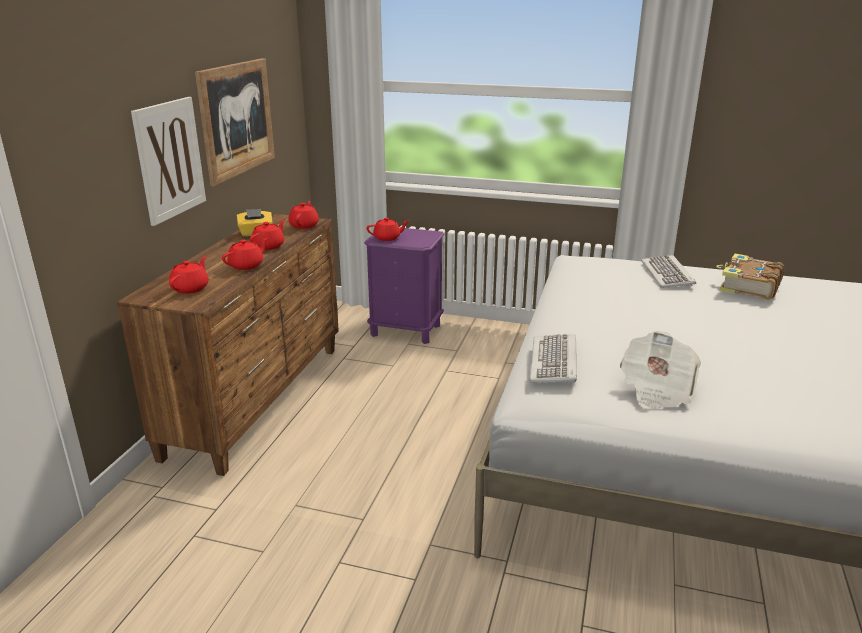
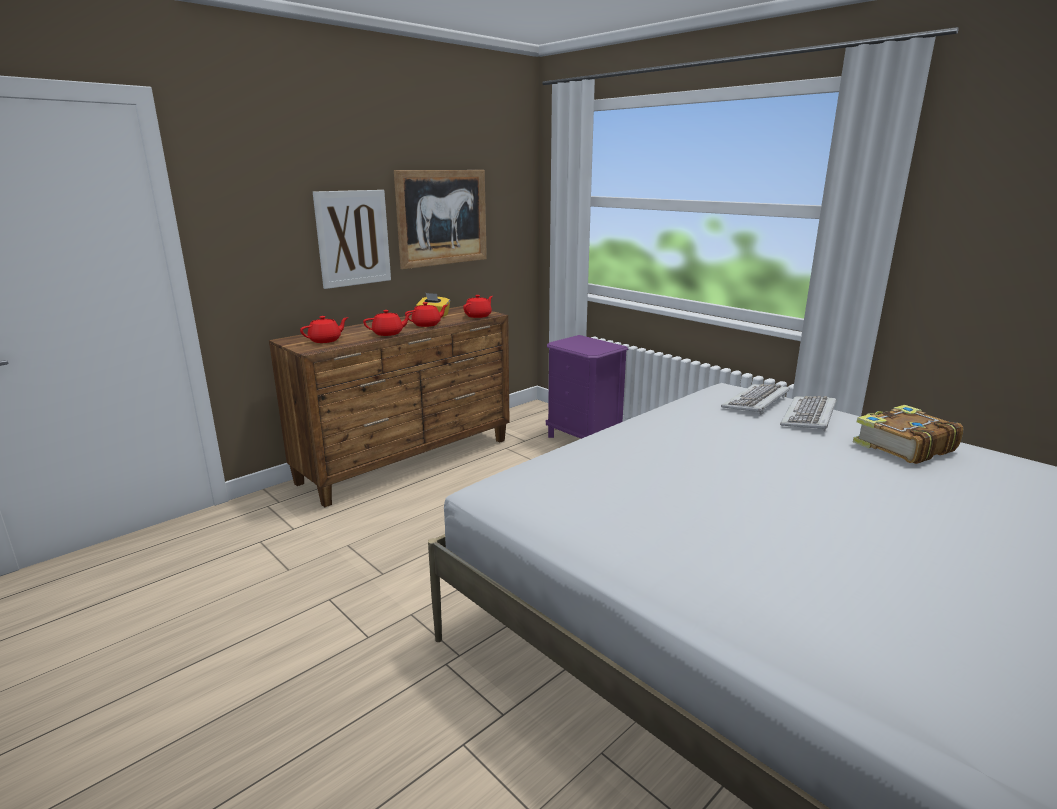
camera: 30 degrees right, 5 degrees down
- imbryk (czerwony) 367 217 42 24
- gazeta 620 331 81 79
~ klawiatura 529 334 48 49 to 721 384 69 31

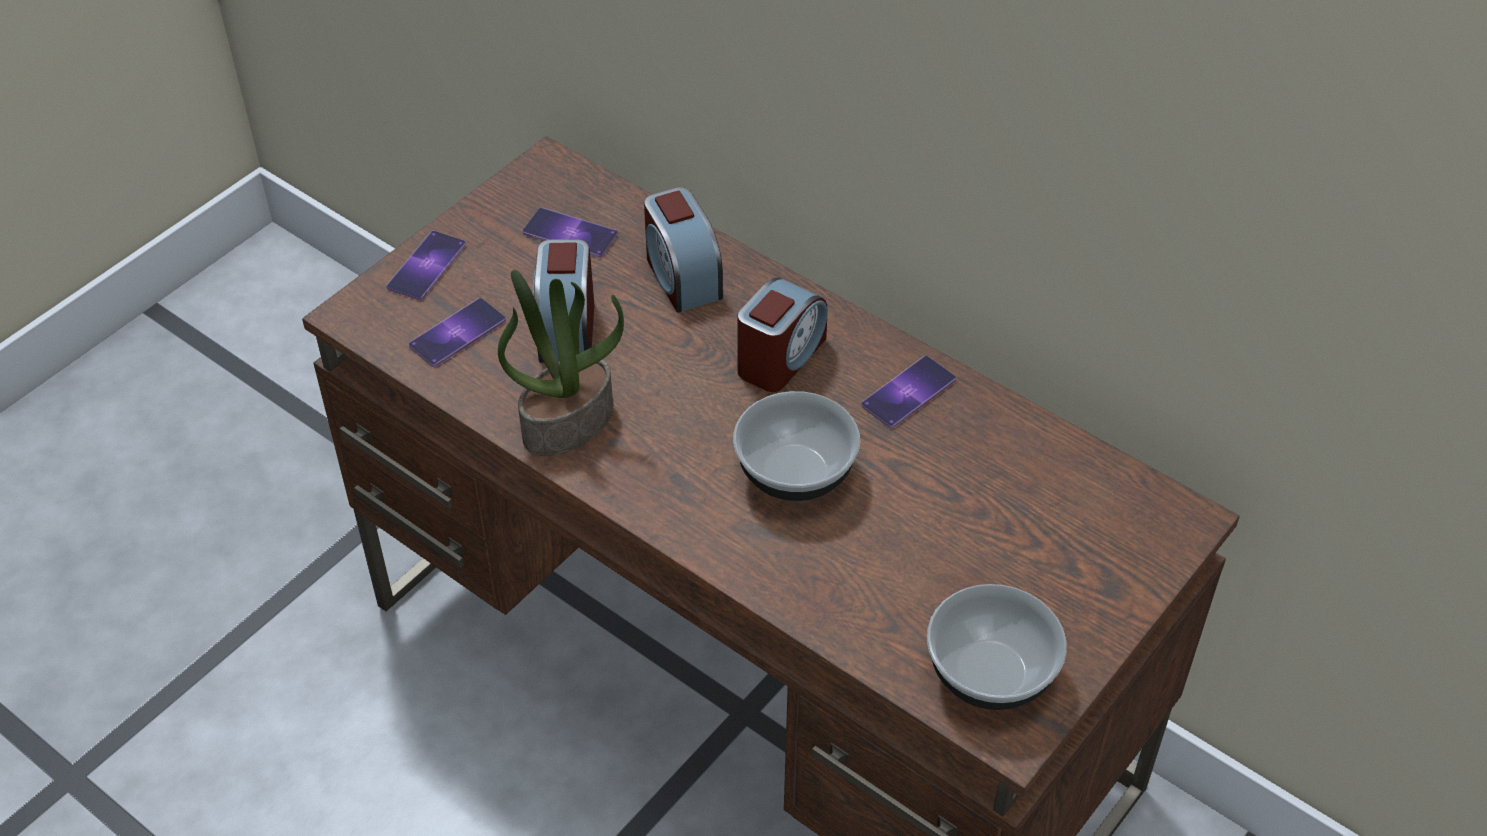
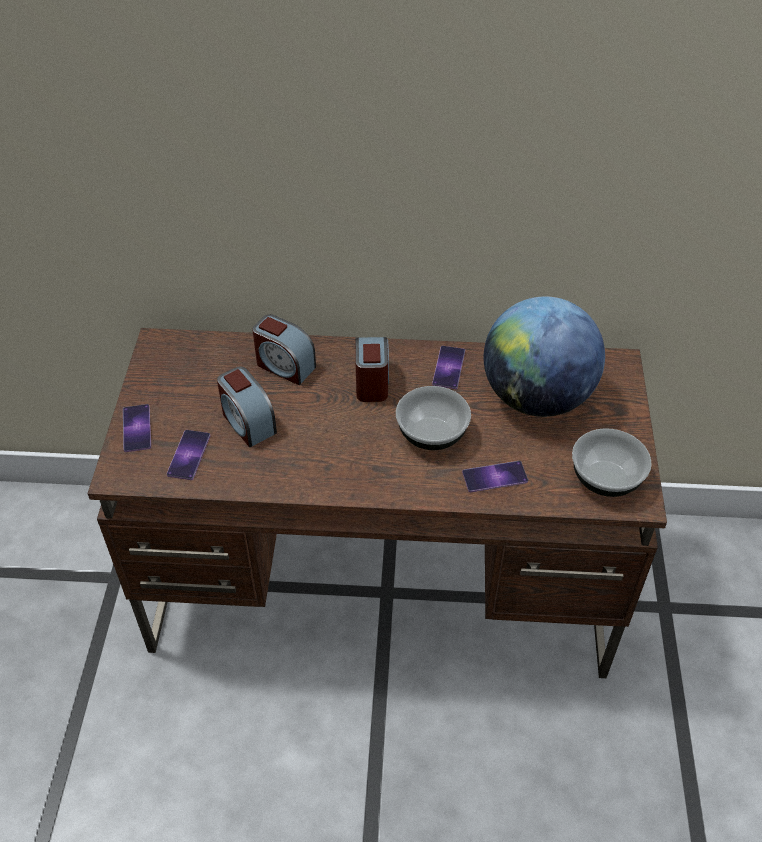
camera: 35 degrees left, 0 degrees up
~ telefon 523 208 95 50 to 462 461 66 31
- roślina doniczkowa 498 270 126 186
+ globus 484 296 121 121

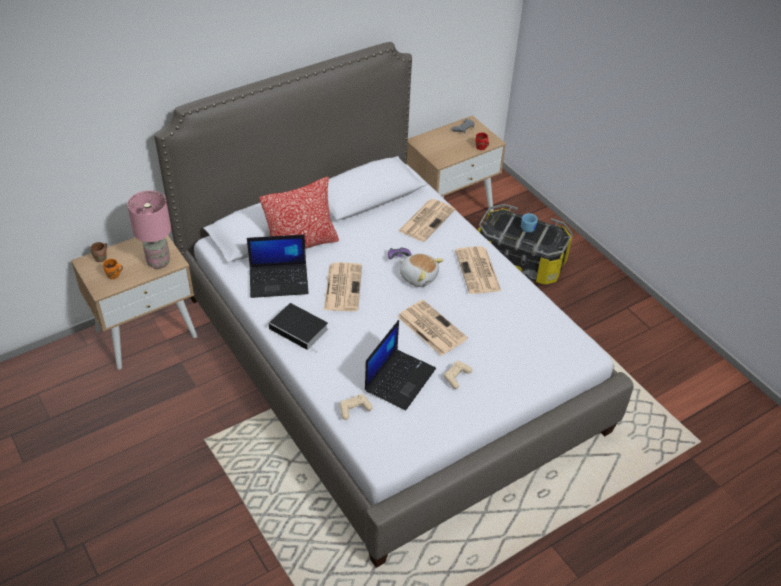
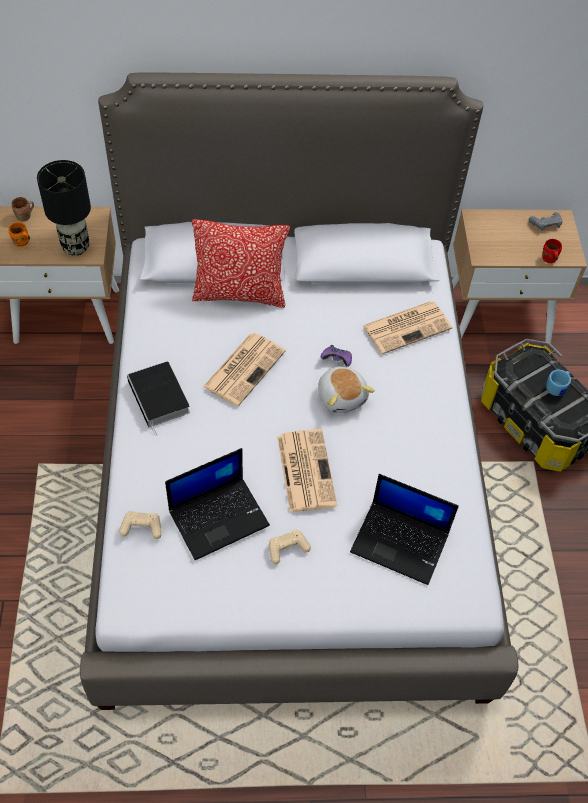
camera: 30 degrees right, 10 degrees up
~ lampa stołowa (różowy) 127 190 44 79 to lampa stołowa (czarny) 37 160 54 96
~ laptop 247 235 62 63 to 350 474 109 111
- gazeta 455 246 46 48

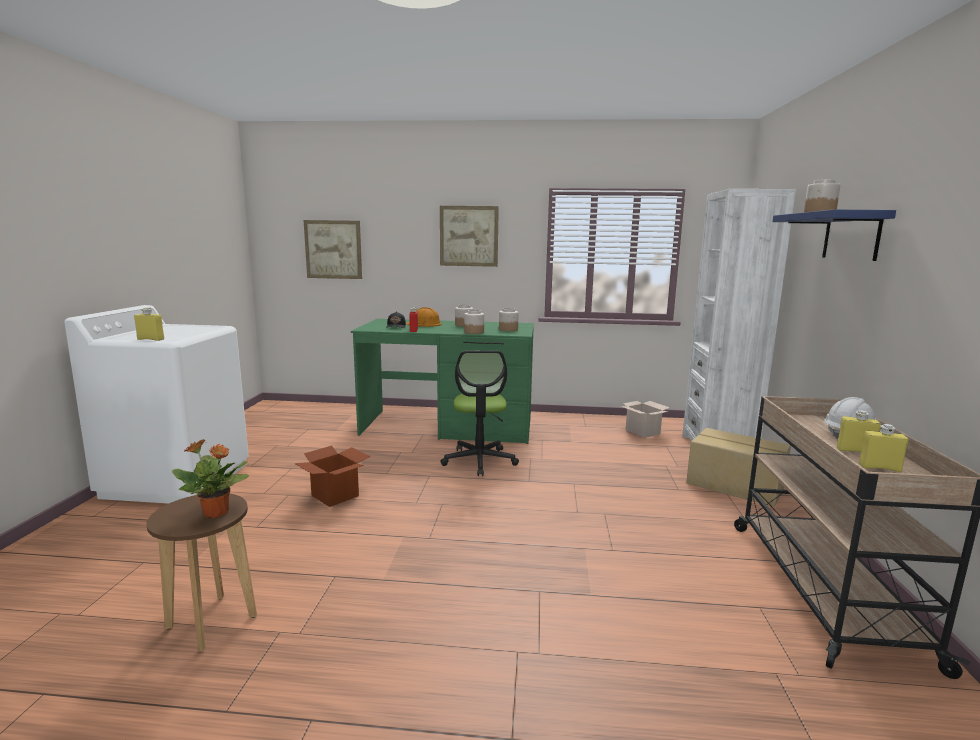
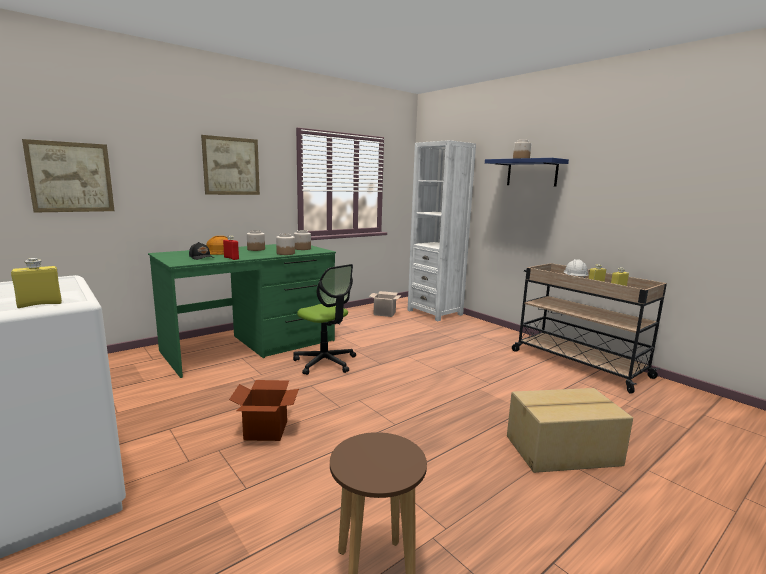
camera: 45 degrees left, 0 degrees up
~ karton 686 428 105 79 to 507 388 126 85
- roślina doniczkowa 172 439 77 79

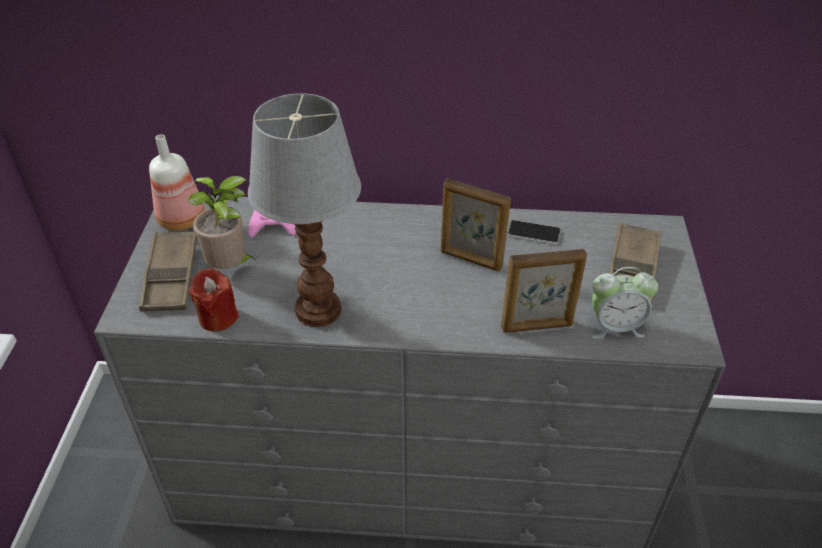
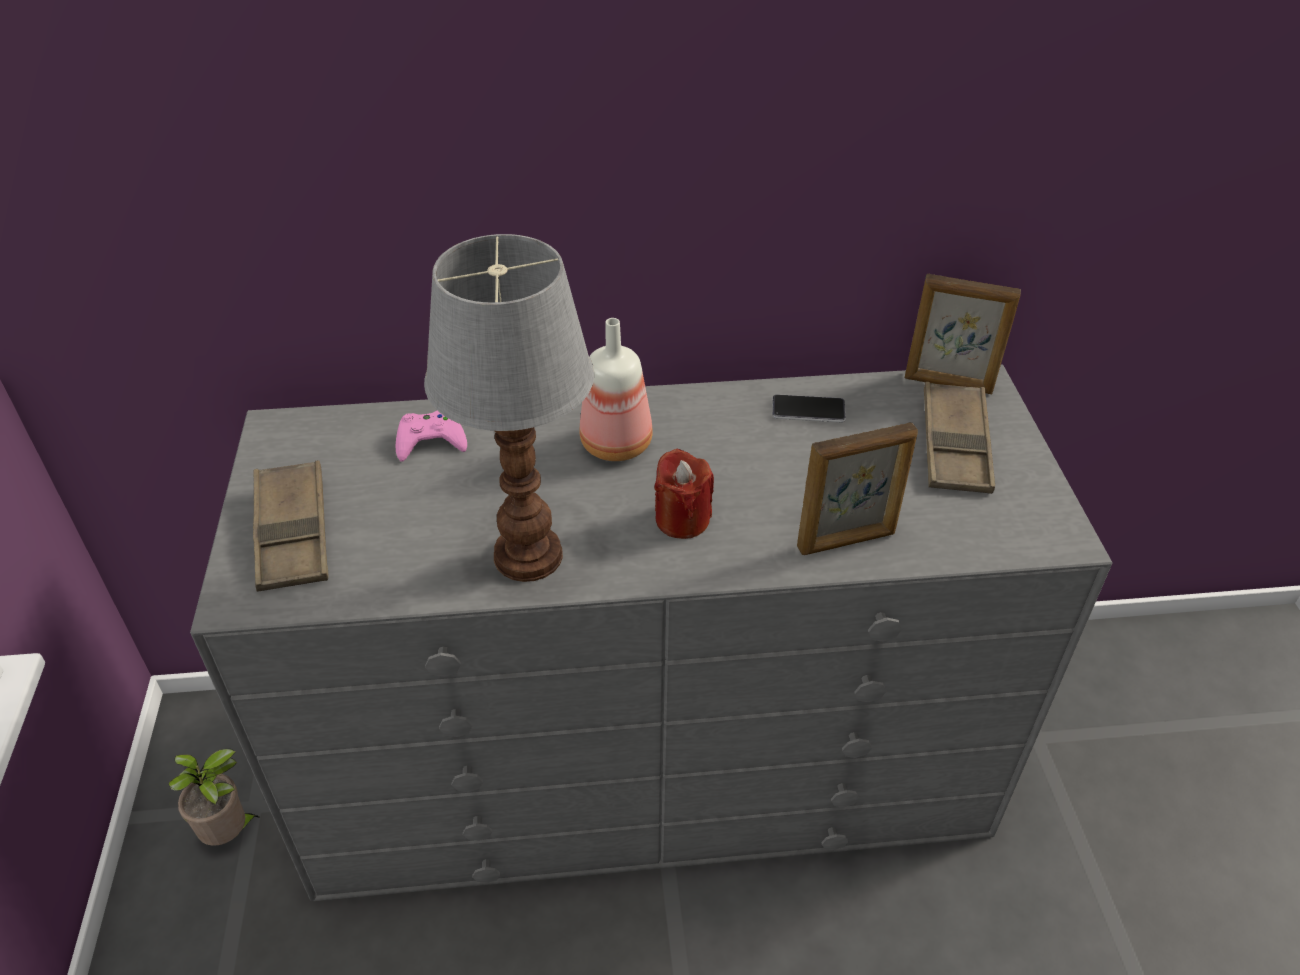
camera: 10 degrees left, 0 degrees up
~ butelka 149 134 56 97 to 580 318 73 143
~ roślina doniczkowa 188 176 69 93 to 169 749 92 97
~ ramka na zdjęcie 441 178 70 94 to 905 274 116 120
- budzik 592 267 66 72
~ świeca (czerwony) 189 268 50 64 to 654 449 60 90

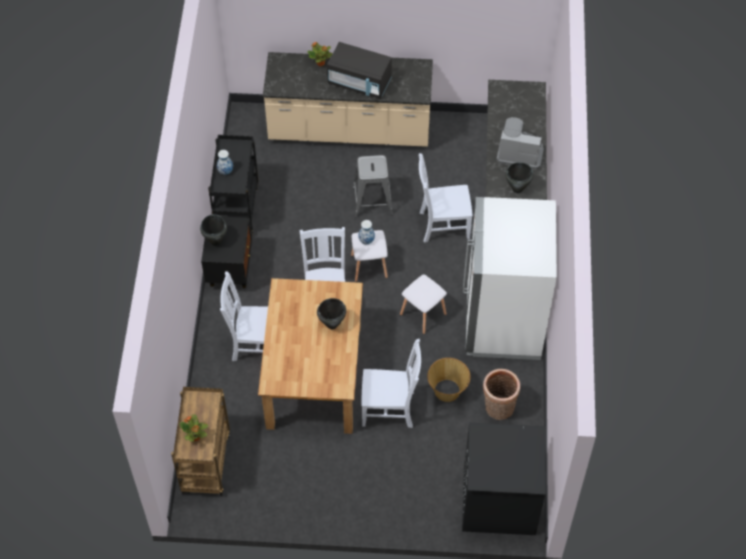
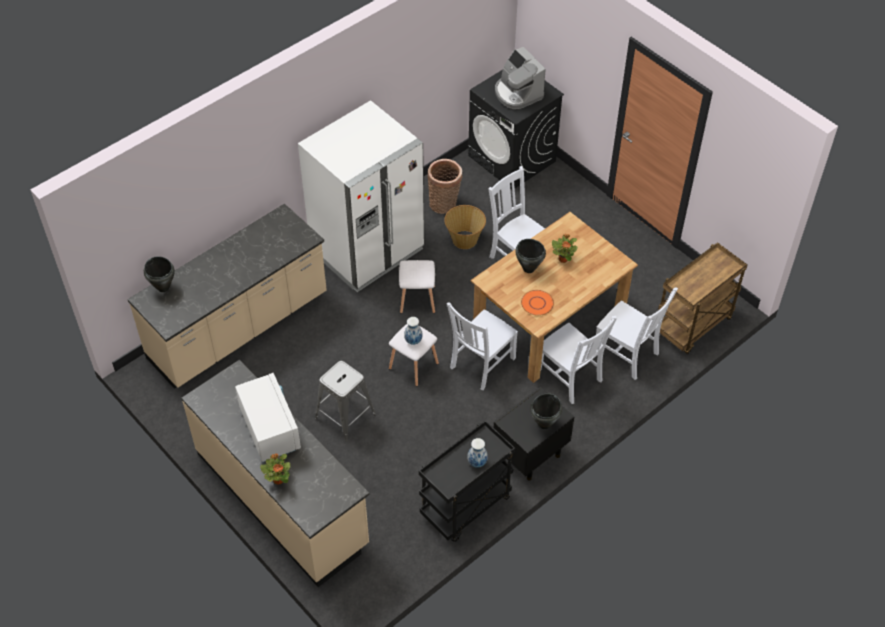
camera: 135 degrees left, 5 degrees down
~ mikrofalówka (czarny) 327 42 65 57 to mikrofalówka (biały) 235 373 66 89
~ ekspres do kawy 497 117 47 53 to 495 47 51 62
~ krzesło (biały) 419 153 54 90 to 596 288 82 92
~ garnek (czarny) 505 162 29 31 to 144 256 31 36
~ roślina doniczkowa 180 414 28 27 to 552 234 25 29
+ talerz (pomarańczowy) 521 290 33 26

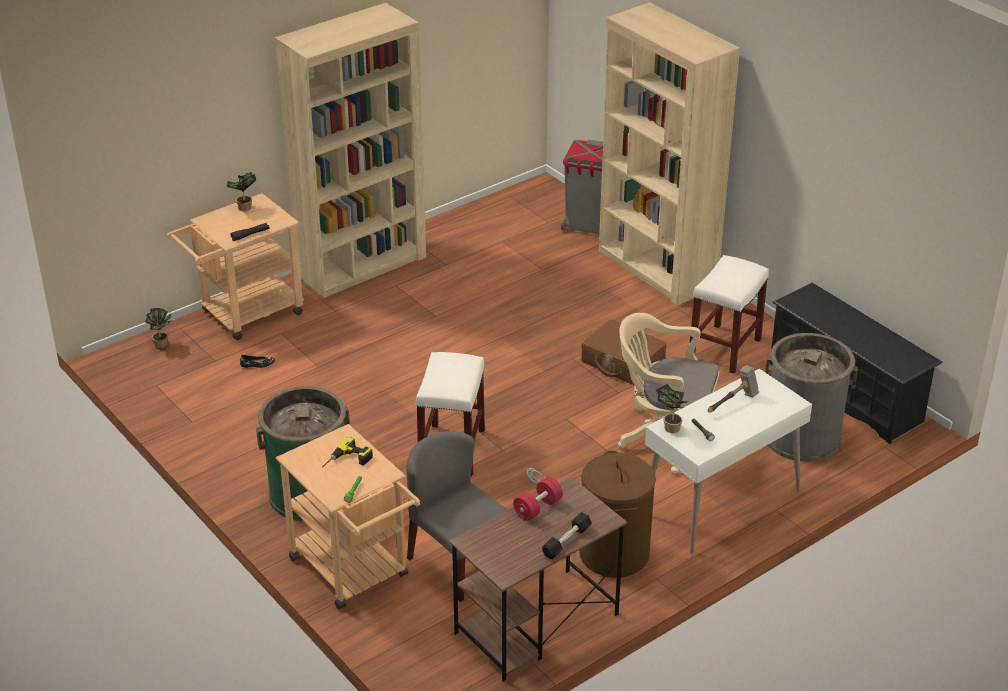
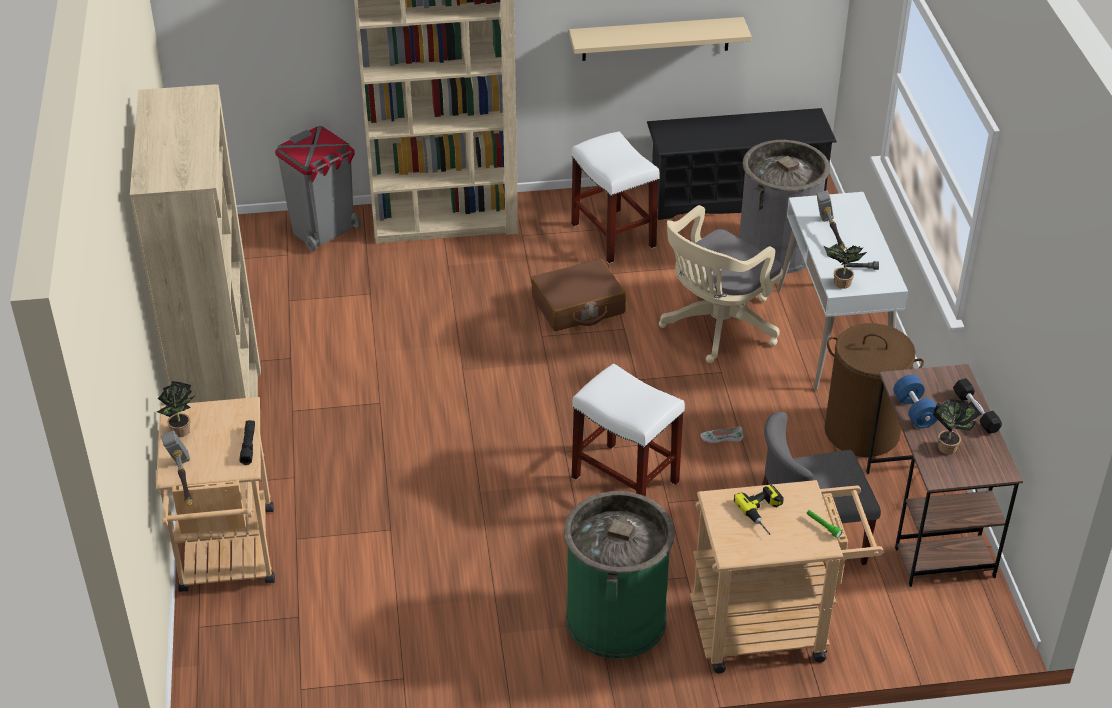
camera: 60 degrees left, 5 degrees up
~ roślina doniczkowa 145 308 26 40 to 933 399 49 56
- but (czarny) 240 355 35 13
~ hantel (czerwony) 513 477 50 44 to hantel (niebieski) 893 375 45 53
+ półka (beżowy) 569 17 183 44
+ młotek 161 431 32 75

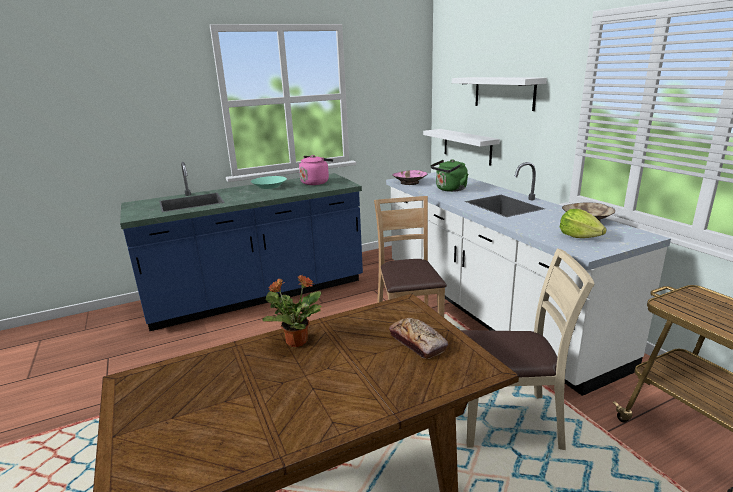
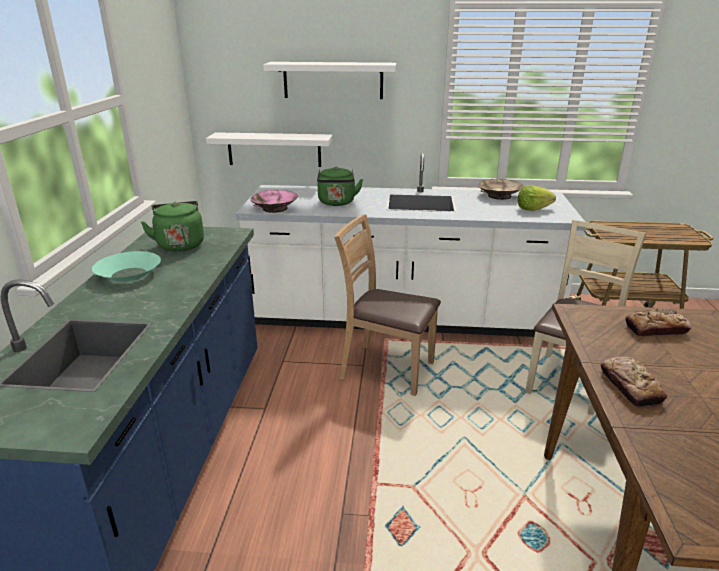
camera: 60 degrees left, 5 degrees up
~ czajnik (różowy) 299 155 34 30 to czajnik (zielony) 141 201 63 51
~ roślina doniczkowa 262 275 60 72 to chleb 601 357 66 51

